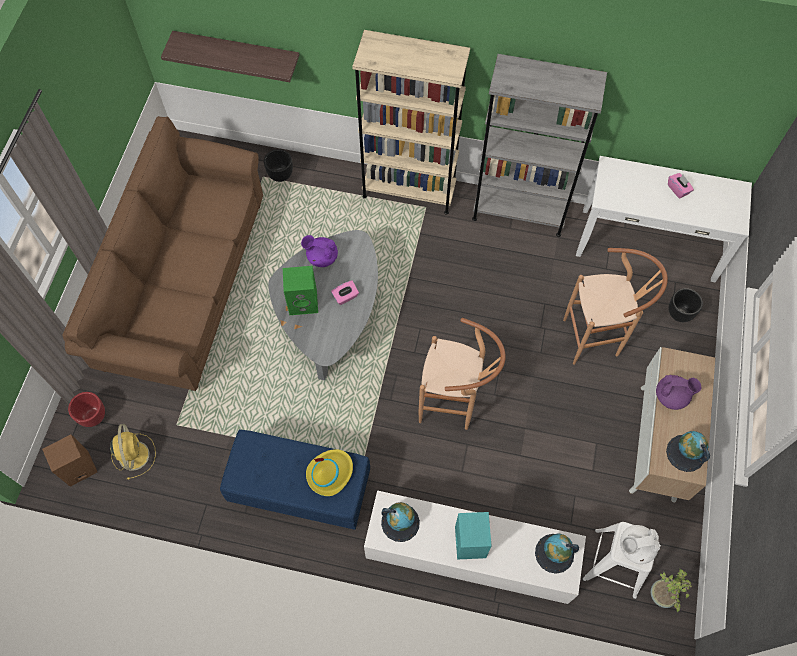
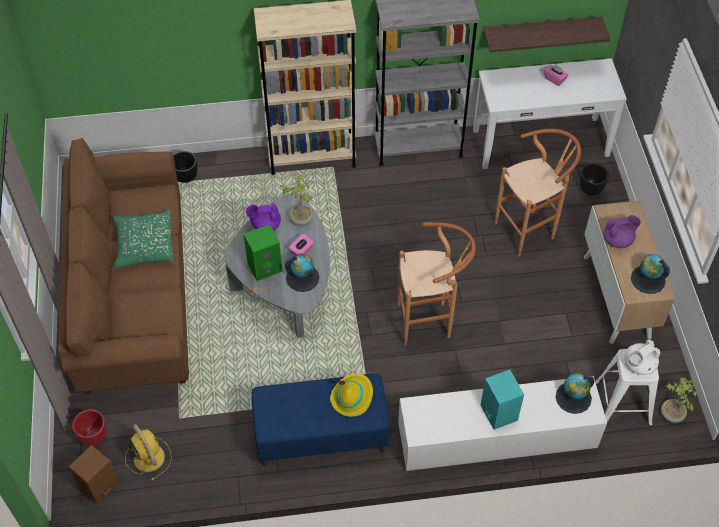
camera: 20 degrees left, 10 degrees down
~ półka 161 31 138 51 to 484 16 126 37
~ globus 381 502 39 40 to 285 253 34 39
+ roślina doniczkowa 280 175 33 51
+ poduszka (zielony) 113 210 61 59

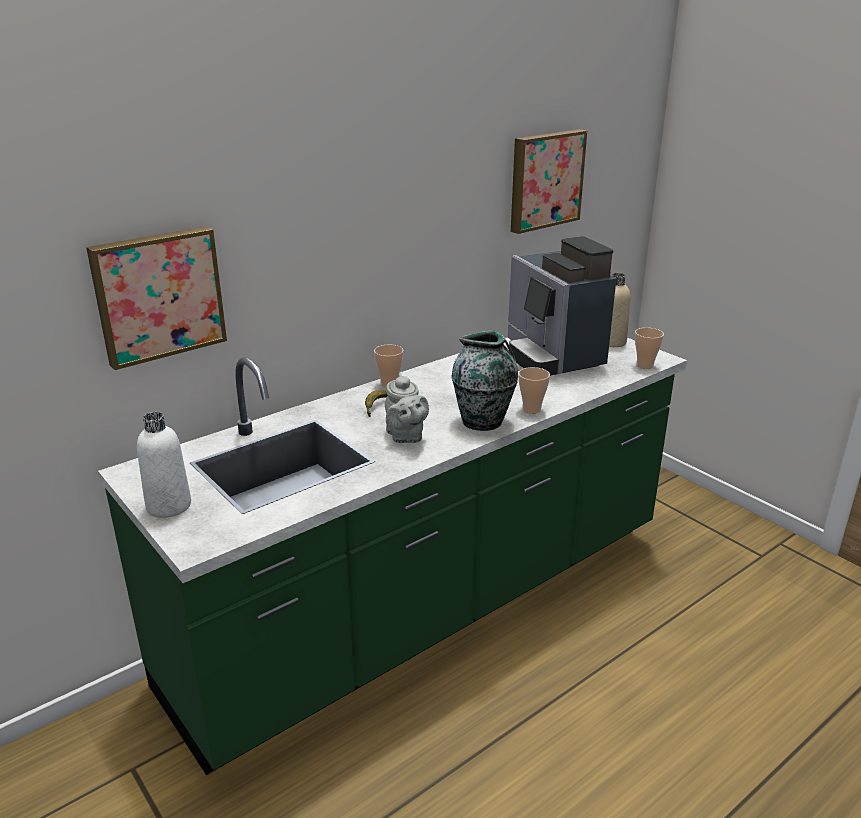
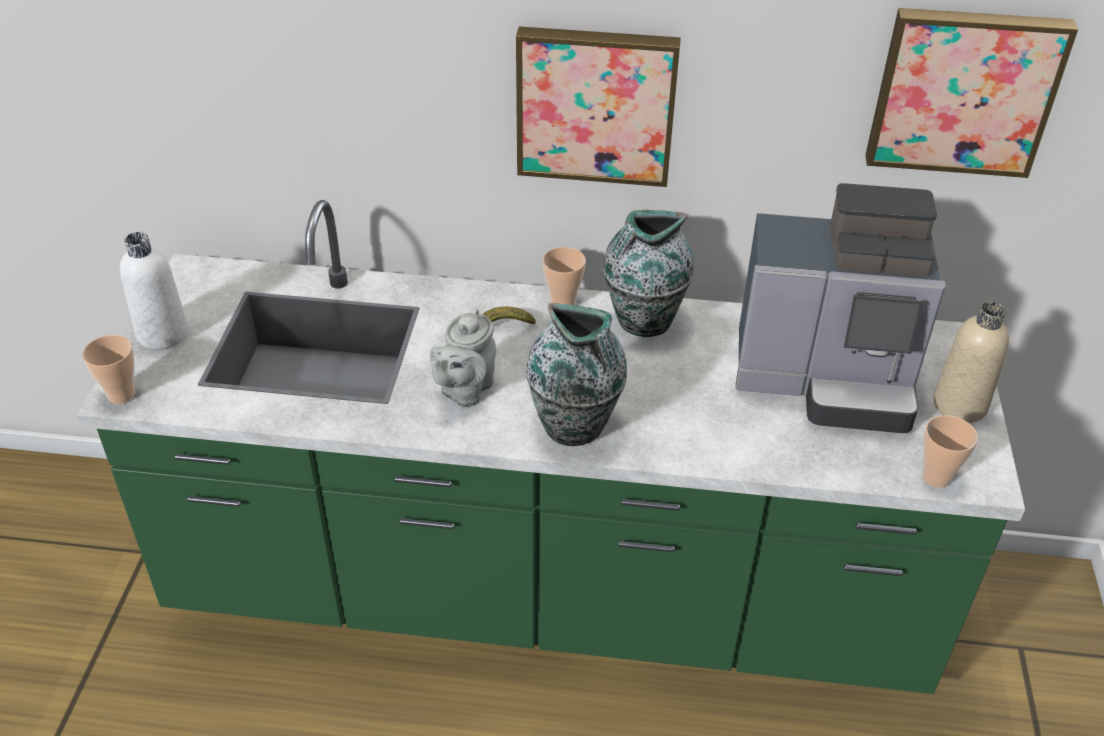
camera: 45 degrees right, 15 degrees up
~ obraz 86 226 141 144 to 516 26 165 161
~ ekspres do kawy 508 236 108 140 = 736 183 210 250 105 degrees counterclockwise
~ filiżanka 518 367 32 47 to 82 335 53 69
+ wazon 603 210 91 127

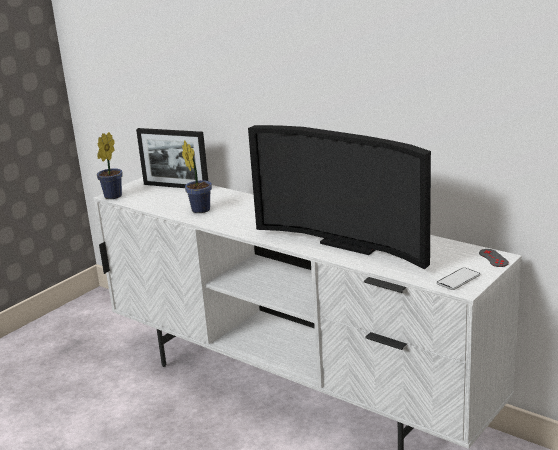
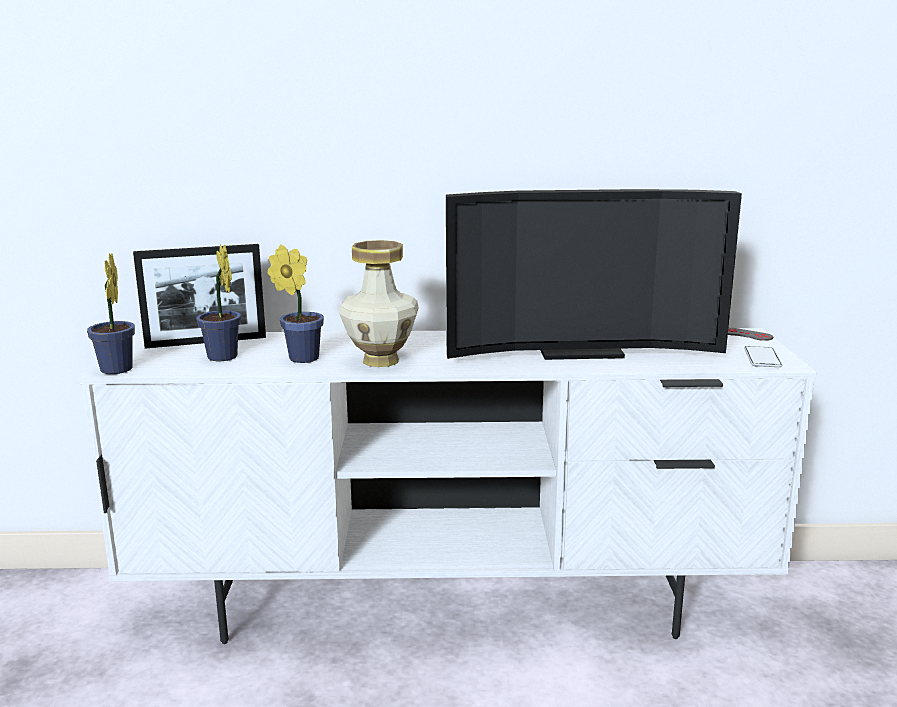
camera: 40 degrees left, 5 degrees down
+ wazon 339 240 80 127
+ roślina doniczkowa 197 244 44 117

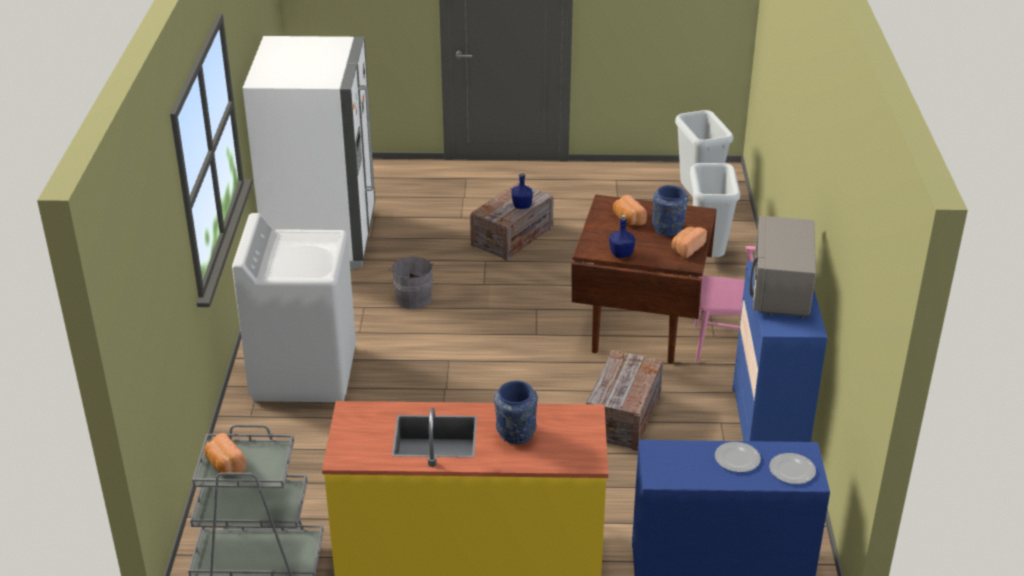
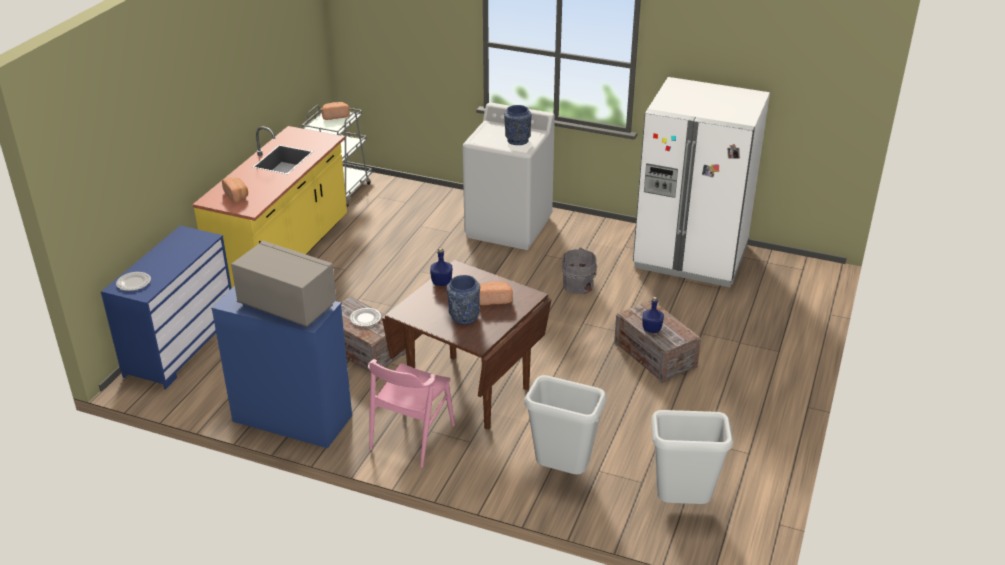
camera: 110 degrees right, 0 degrees up
~ chleb 672 227 35 31 to 222 177 26 26
~ wazon (niebieski) 494 381 44 63 to 504 105 27 40
~ talerz 715 442 46 30 to 350 308 31 19

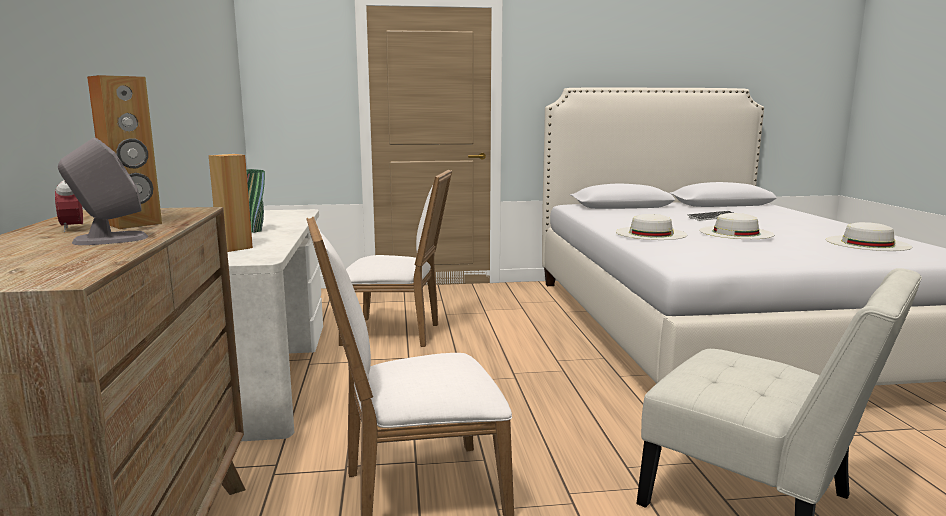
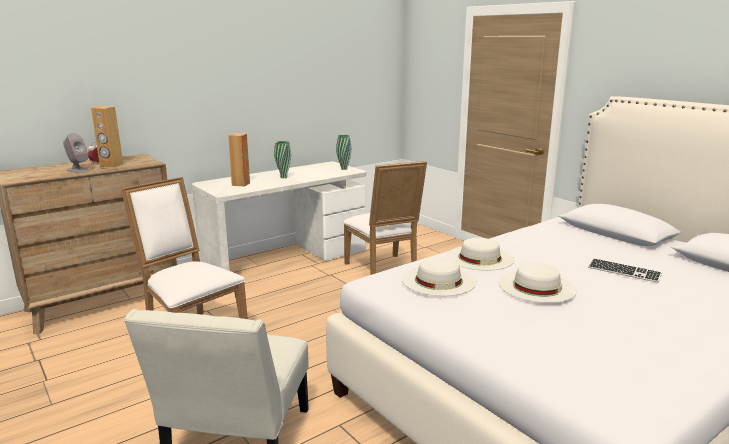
camera: 60 degrees right, 5 degrees up
~ kapelusz (biały) 826 222 86 29 to 402 258 74 38
+ wazon (zielony) 336 135 15 35

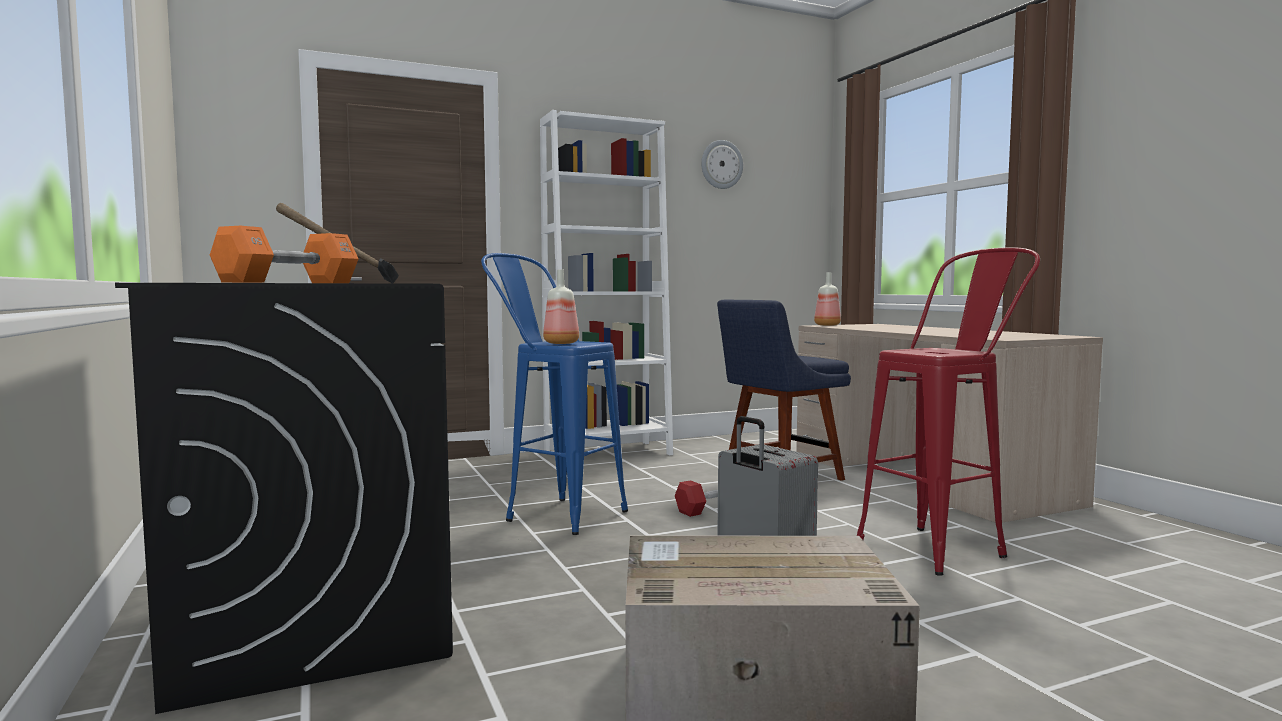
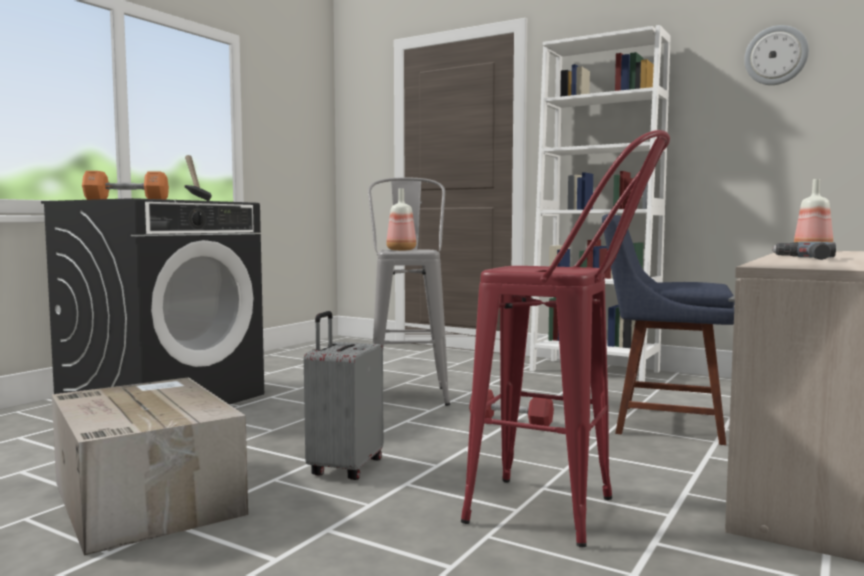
camera: 55 degrees right, 0 degrees up
~ stołek (niebieski) 481 253 147 282 to stołek (szary) 368 177 82 229
+ wiertarka 772 242 64 18

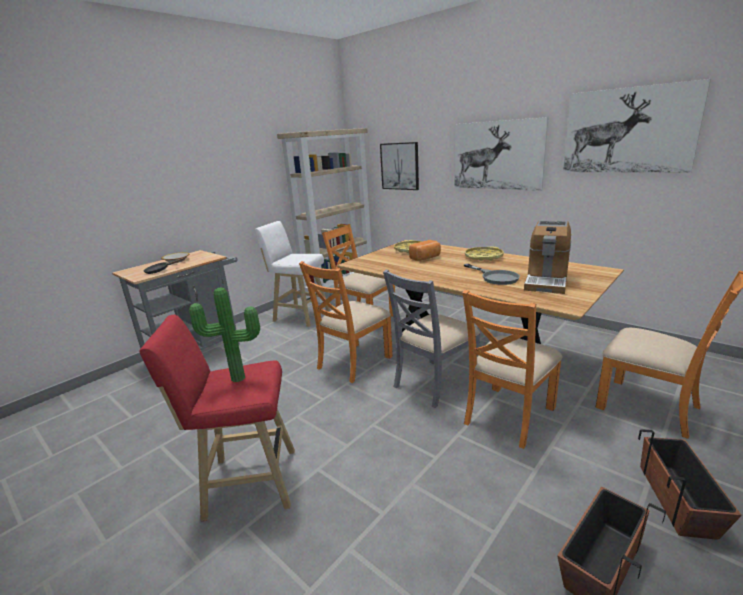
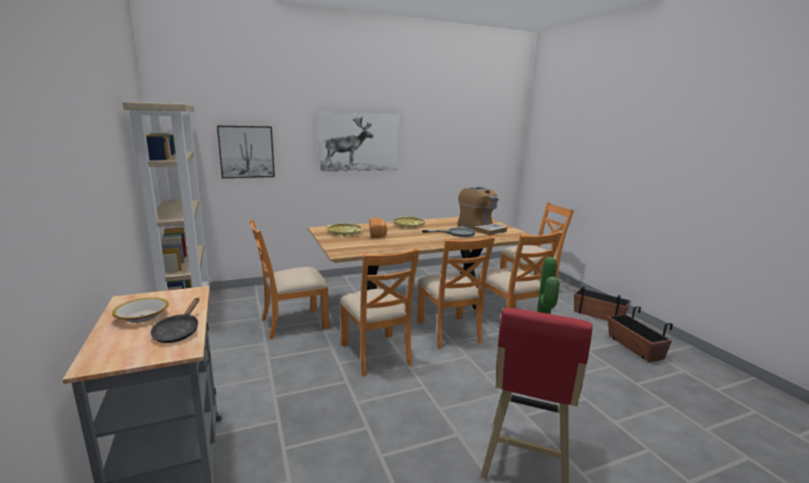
camera: 65 degrees left, 5 degrees down
- obraz 563 79 148 94
- stołek (biały) 255 221 75 106
~ krzesło (szary) 383 270 97 138 to krzesło (pomarańczowy) 417 236 78 113

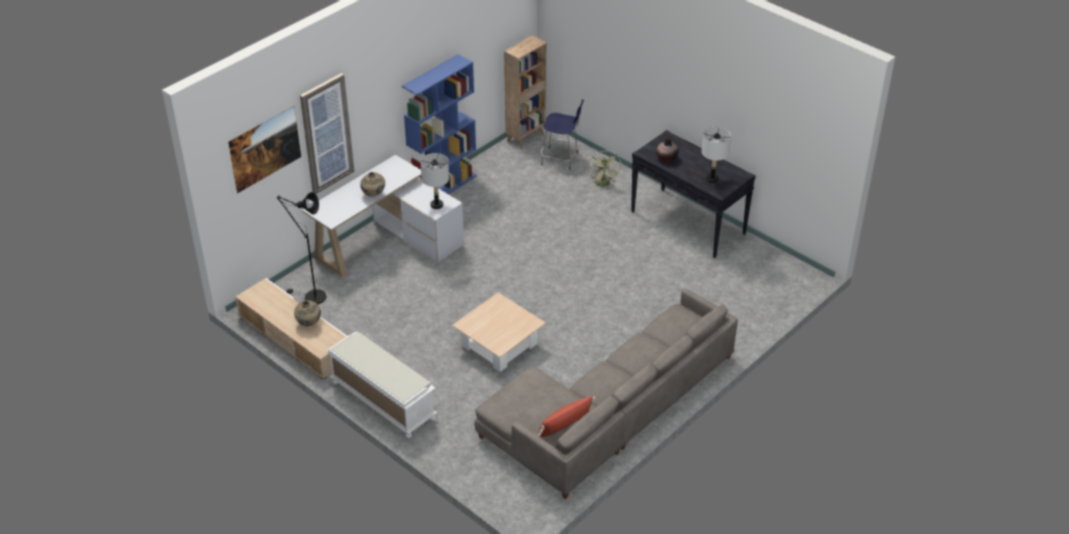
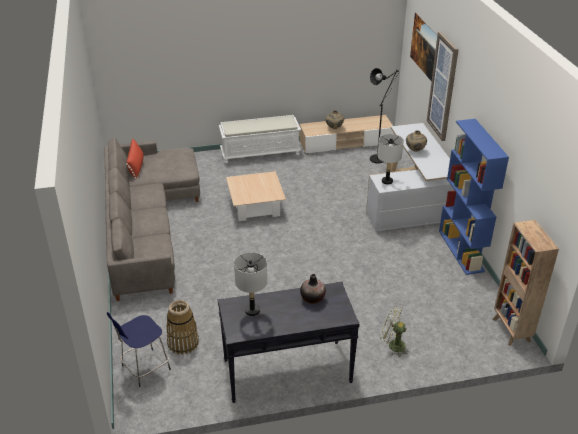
camera: 125 degrees right, 5 degrees down
~ stołek (niebieski) 541 99 42 71 to 107 312 64 75
+ koszyk 166 300 33 55

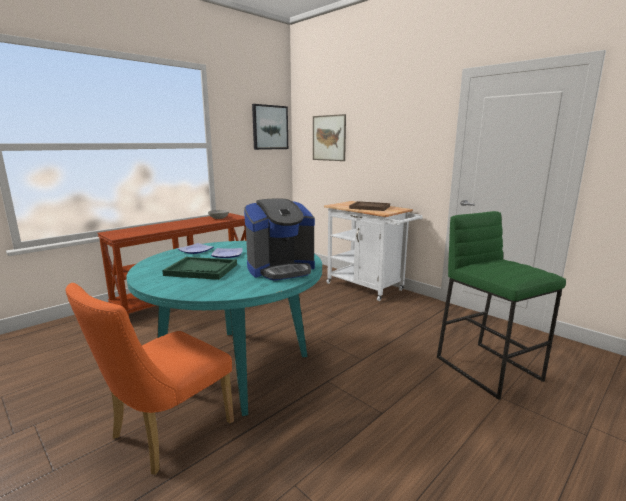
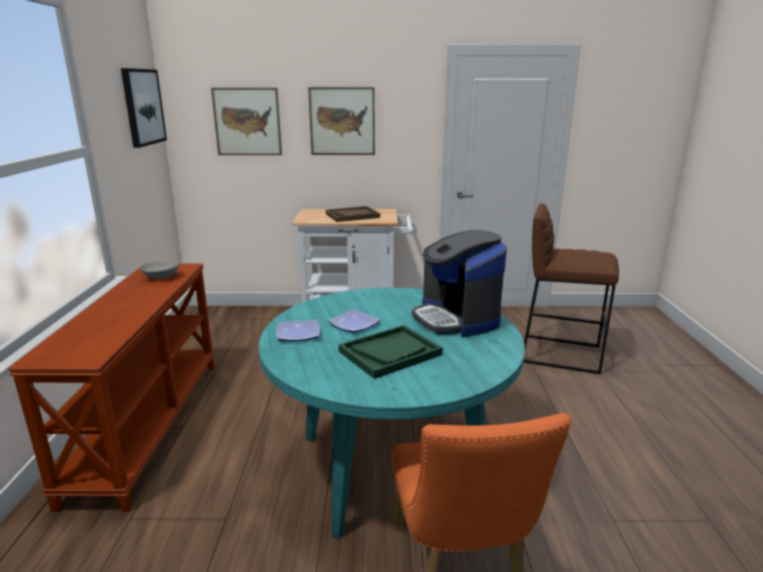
camera: 45 degrees left, 5 degrees up
~ ekspres do kawy 244 198 71 83 = 412 230 95 107 135 degrees clockwise
~ stołek (zielony) 437 211 129 189 to stołek (brązowy) 524 203 95 171
+ obraz 308 87 67 68

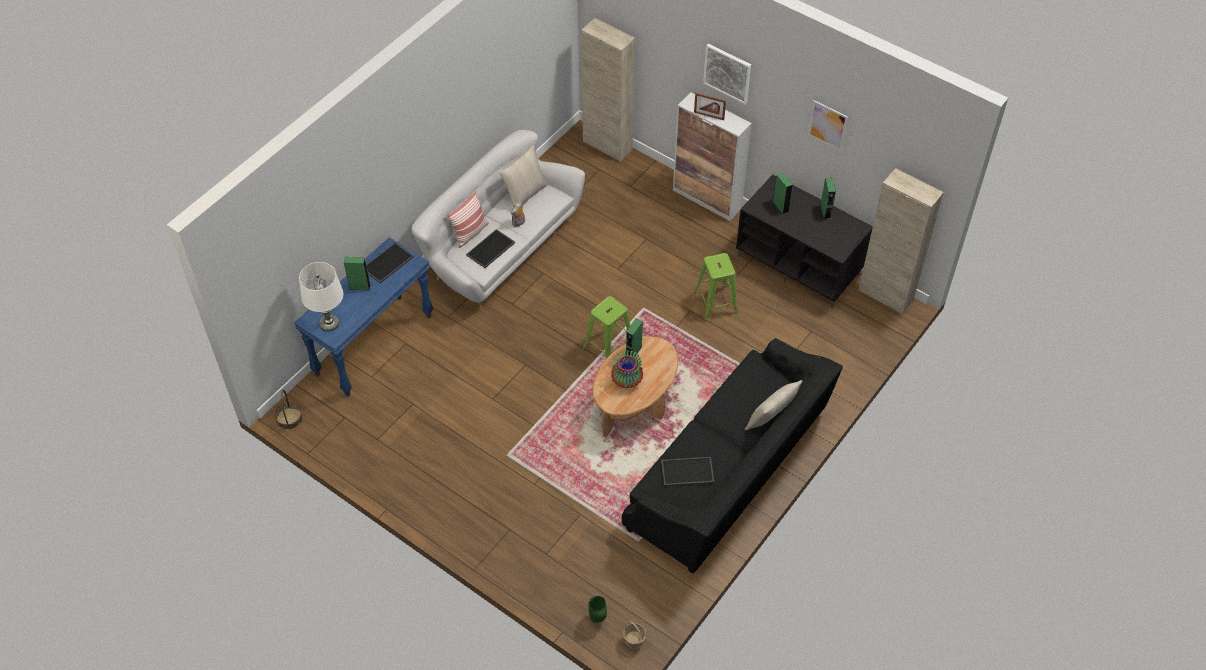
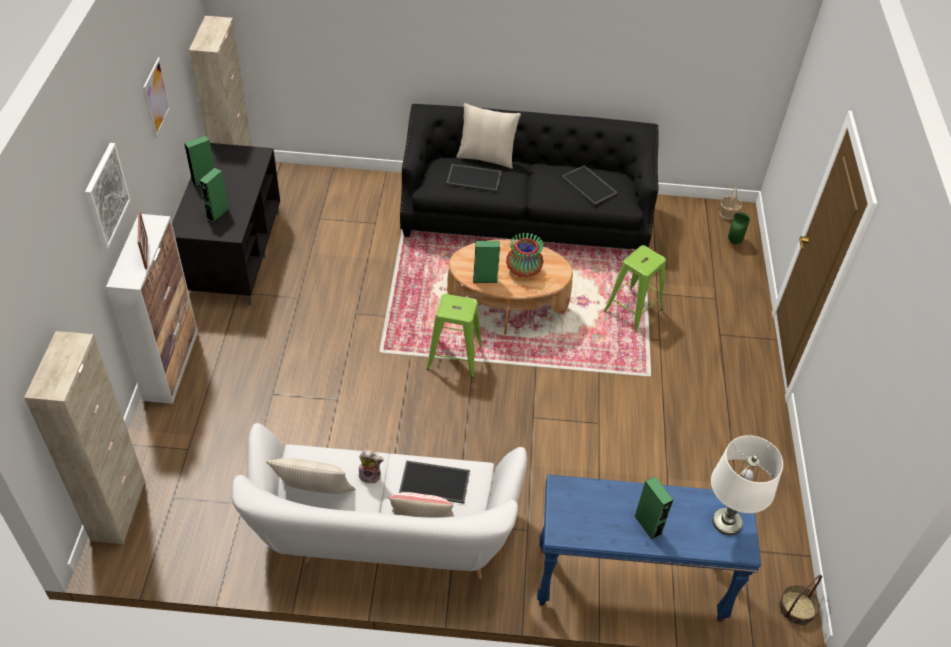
camera: 125 degrees left, 5 degrees down
~ taca 366 242 48 42 to 446 164 55 28
~ stołek (zielony) 694 253 44 68 to 604 245 62 88

